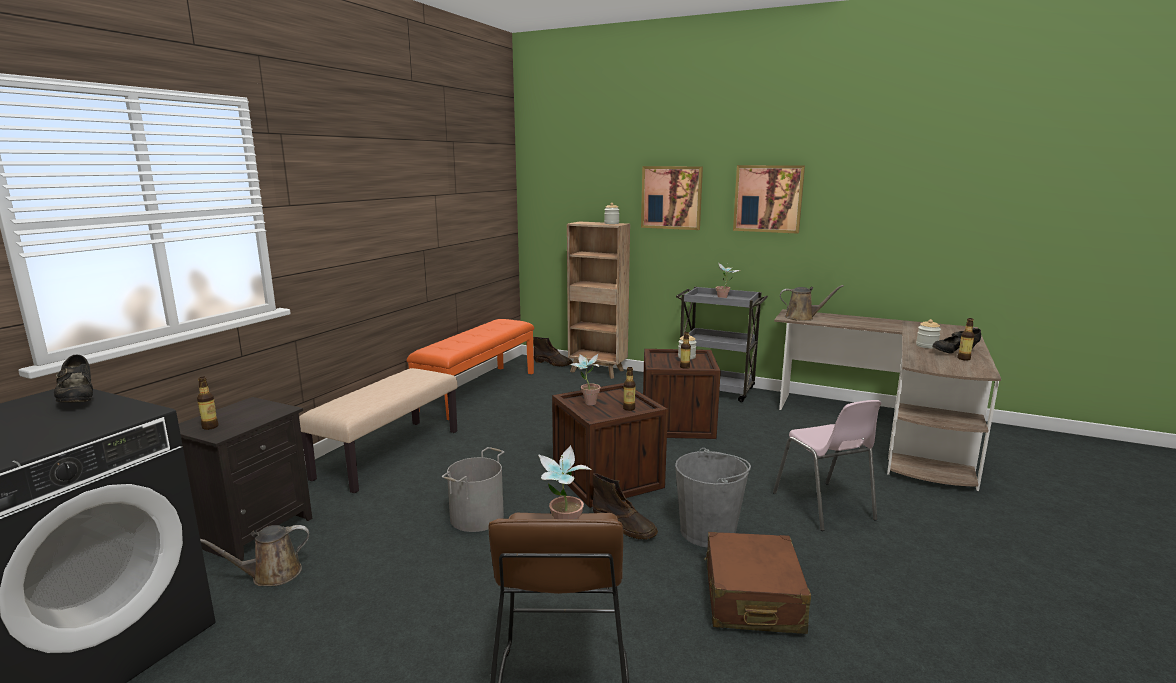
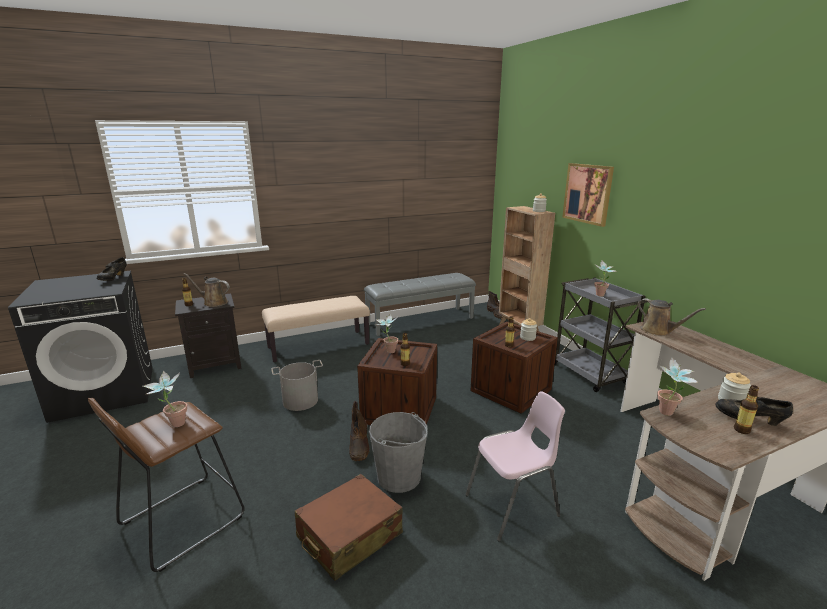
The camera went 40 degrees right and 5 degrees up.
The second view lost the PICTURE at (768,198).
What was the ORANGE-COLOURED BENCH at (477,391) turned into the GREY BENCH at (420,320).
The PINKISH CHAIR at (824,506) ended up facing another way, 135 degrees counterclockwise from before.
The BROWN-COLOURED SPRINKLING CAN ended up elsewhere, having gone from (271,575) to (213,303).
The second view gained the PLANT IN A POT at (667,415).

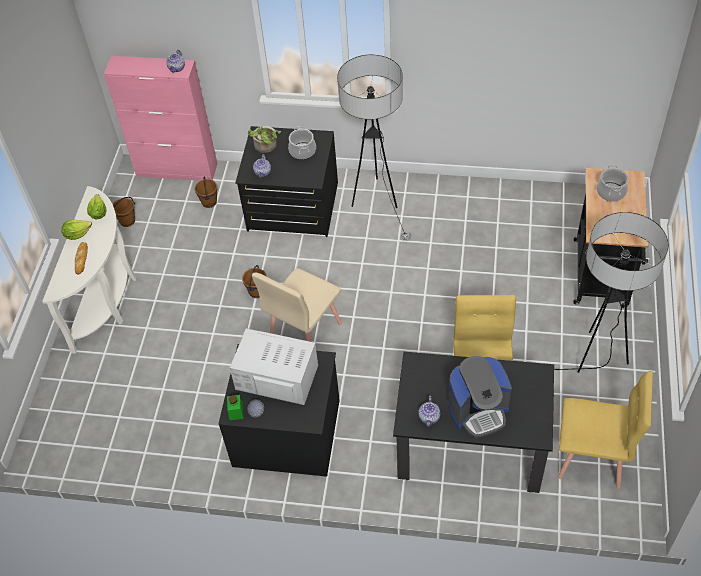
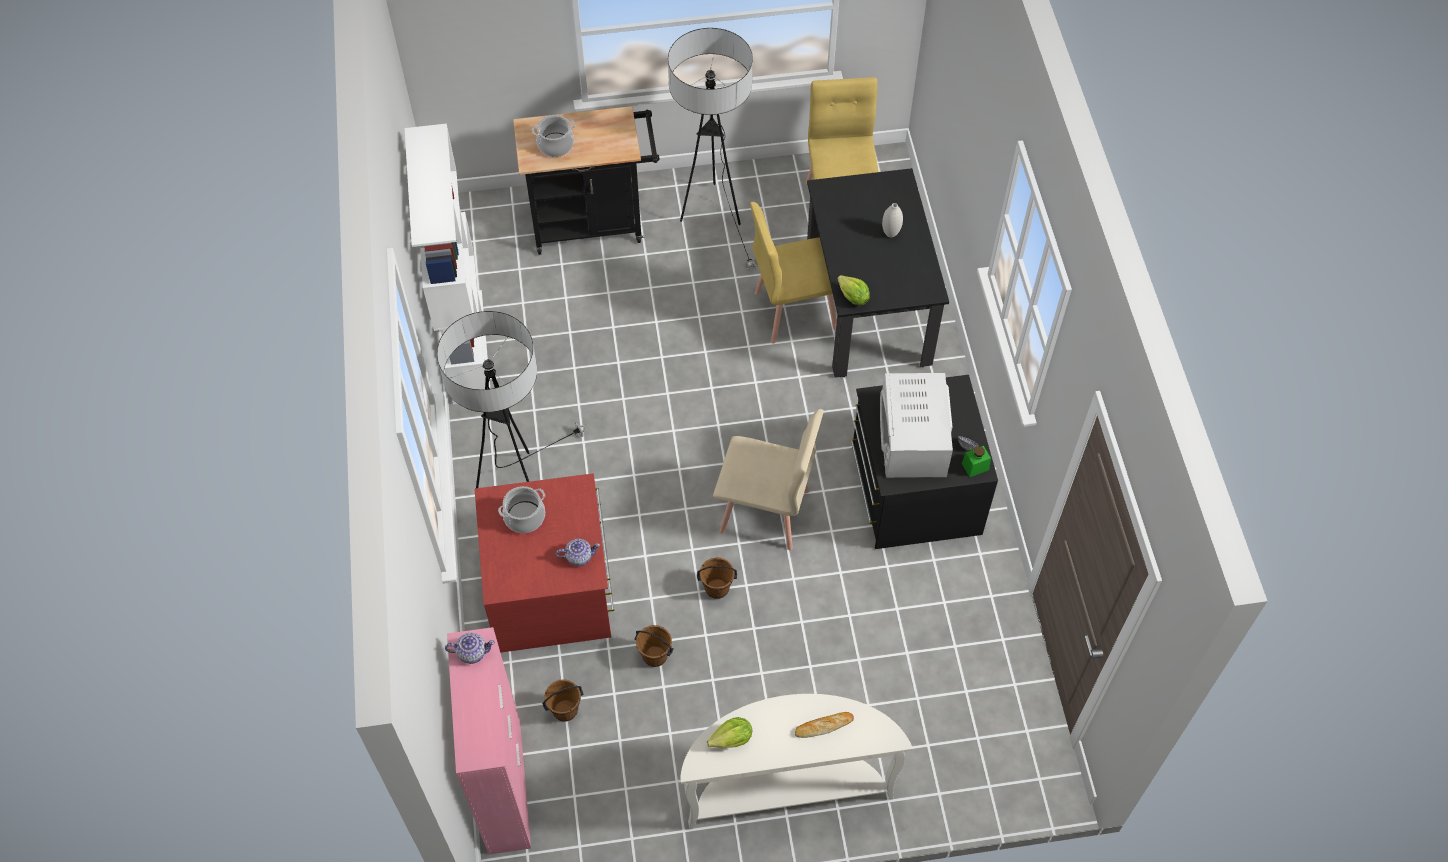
The camera went 110 degrees left and 5 degrees up.
What was the BLACK CHEST OF DRAWERS at (292,207) turned into the REDDISH CHEST OF DRAWERS at (551,589).
The second view lost the PLANT IN A POT at (266,147).
The BROWN-COLOURED WATER BUCKET ended up elsewhere, having gone from (127,221) to (654,656).
The LETTUCE HEAD ended up elsewhere, having gone from (77,234) to (853,298).
Where the COFFEE MAKER stood at (478,411), the WHITE FLOWER VASE came to stand at (890,233).
The second view lost the TEAPOT at (429,417).
The second view gained the WHITE BOOKSHELF at (466,346).

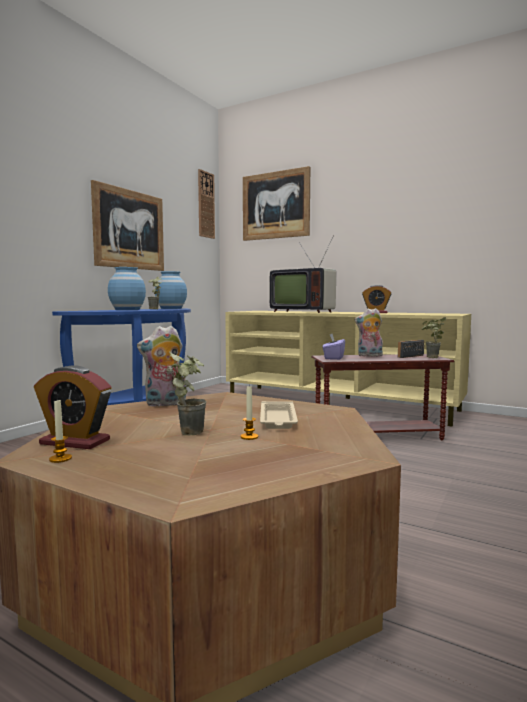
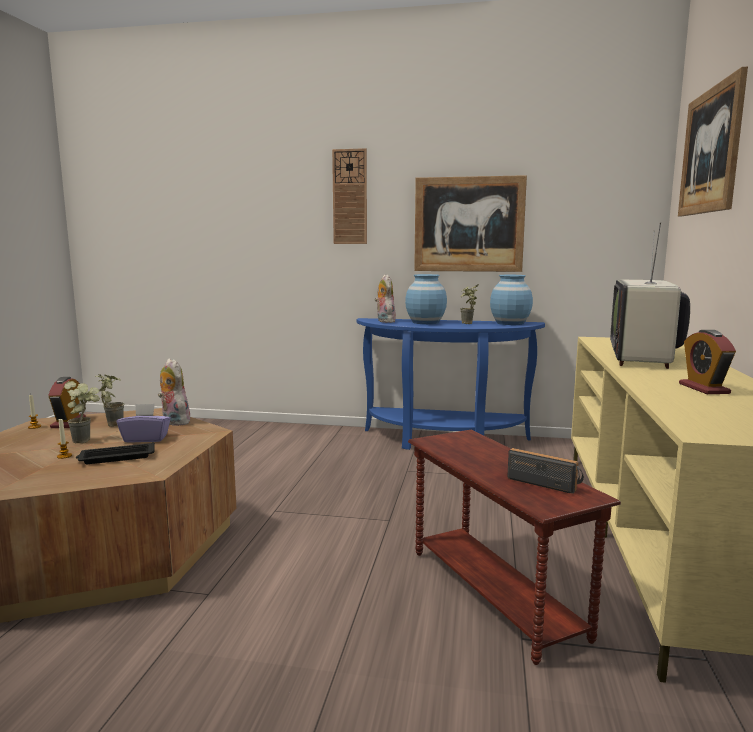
The camera went 70 degrees right and 5 degrees up.
The CLOCK ON THE WALL ended up elsewhere, having gone from (206,205) to (350,197).
The PLUSH TOY ended up elsewhere, having gone from (369,356) to (384,321).
The PLANT IN A POT ended up elsewhere, having gone from (431,357) to (112,424).
The PURPLE-COLOURED BOX OF TISSUES ended up elsewhere, having gone from (333,358) to (146,438).
What was the SAND-COLOURED CARRYING TRAY at (278,419) turned into the BLACK CARRYING TRAY at (116,458).

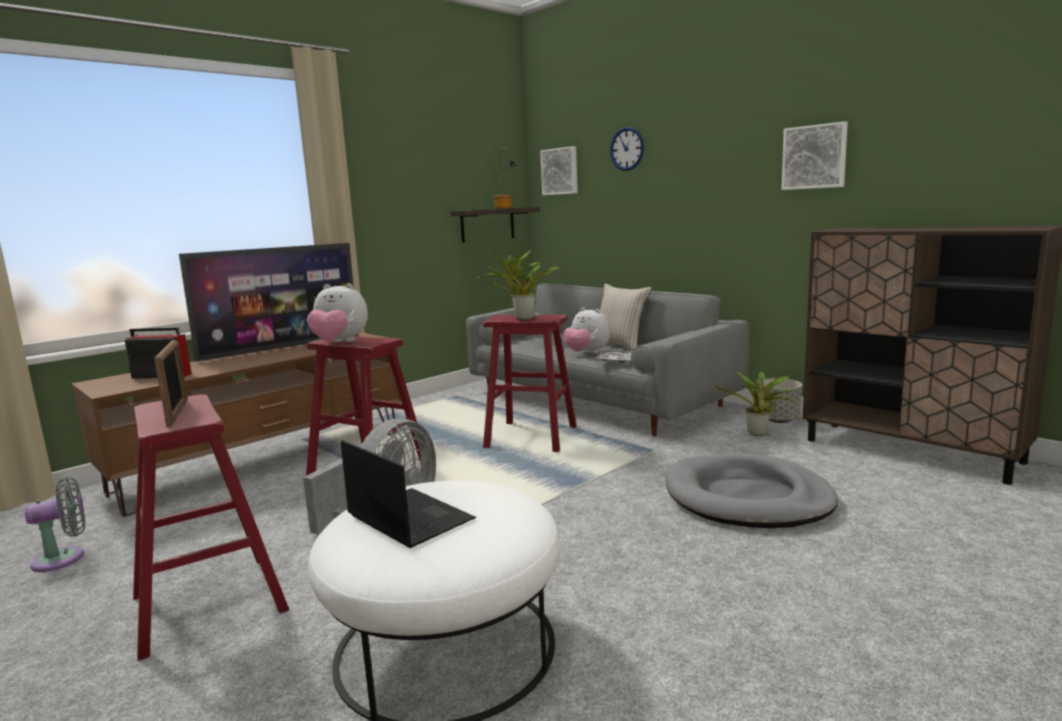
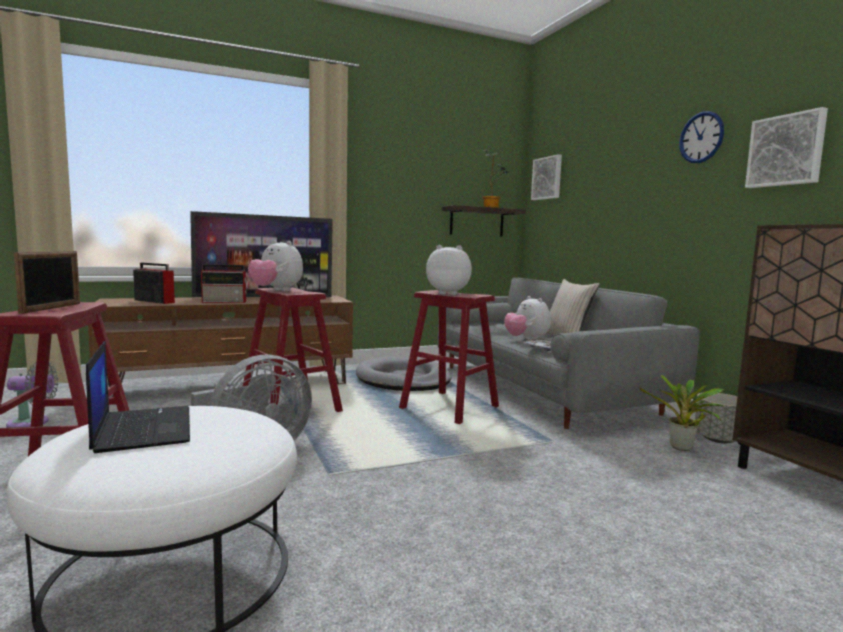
The camera went 20 degrees right and 5 degrees down.
The CLOCK ON THE WALL ended up elsewhere, having gone from (627,149) to (701,137).
Where the PLANT IN A POT stood at (522,318), the PLUSH TOY came to stand at (449,293).
The GREY DOG CUSHION ended up elsewhere, having gone from (747,498) to (403,380).
The second view gained the RADIO RECEIVER at (225,302).

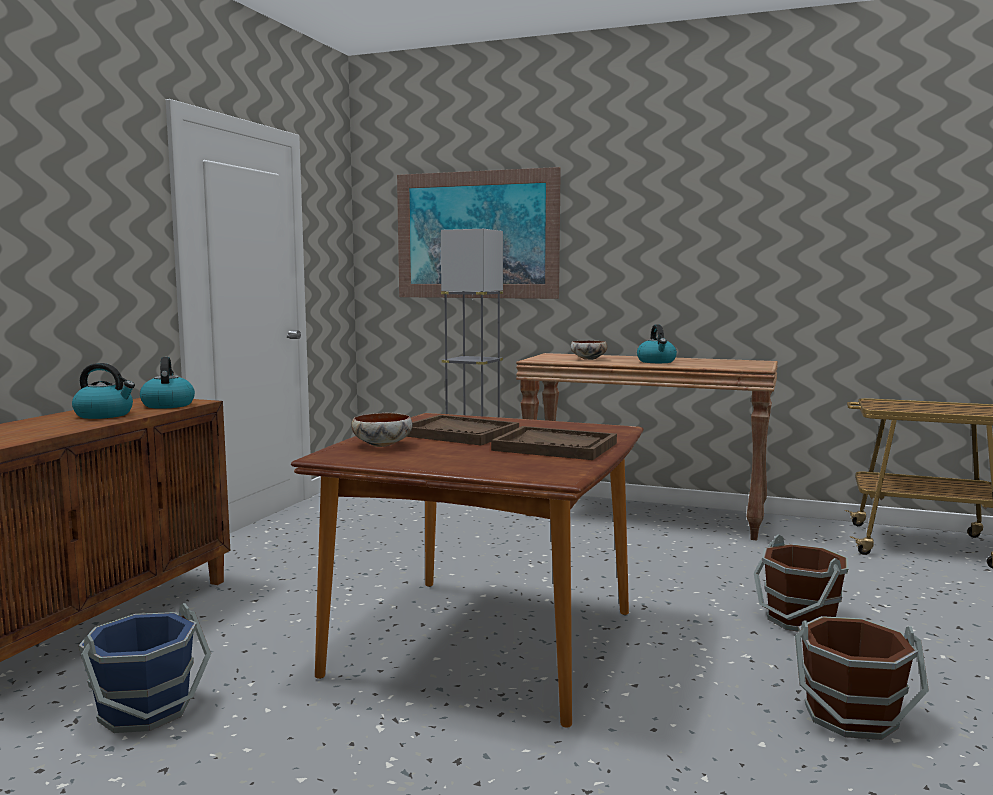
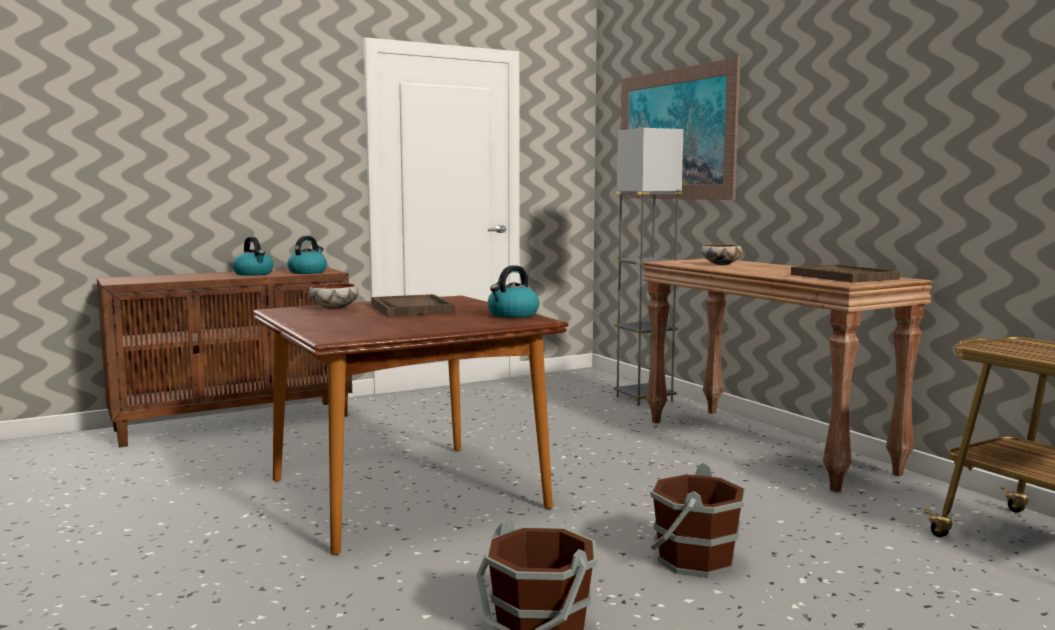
The camera went 40 degrees right and 0 degrees up.
The WATER KETTLE ended up elsewhere, having gone from (656,361) to (512,315).
The BROWN-COLOURED CARRYING TRAY ended up elsewhere, having gone from (555,447) to (844,277).
The second view lost the BLUE-COLOURED WATER BUCKET at (146,710).

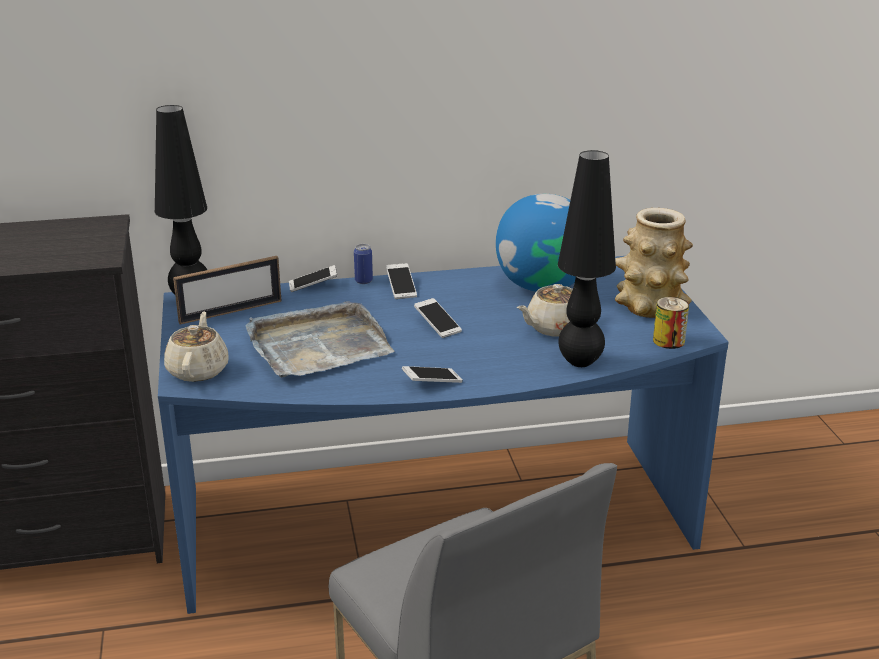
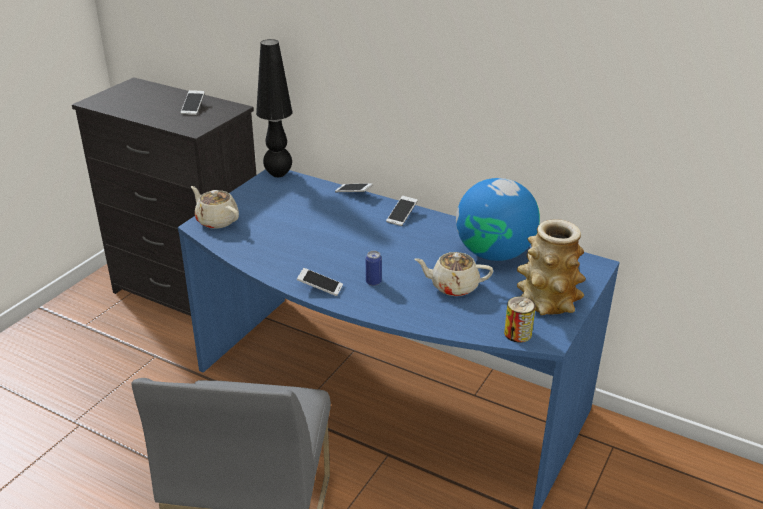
The camera went 40 degrees right and 5 degrees up.
The second view lost the BLACK TABLE LAMP at (580,362).
The CAN ended up elsewhere, having gone from (363,281) to (373,282).
The second view lost the PHOTO FRAME at (231,311).
The TELEPHONE ended up elsewhere, having gone from (437,325) to (193,107).
The second view lost the GREY CARRYING TRAY at (317,345).
The SAND-COLOURED TEAPOT at (198,370) ended up facing another way, 90 degrees counterclockwise from before.

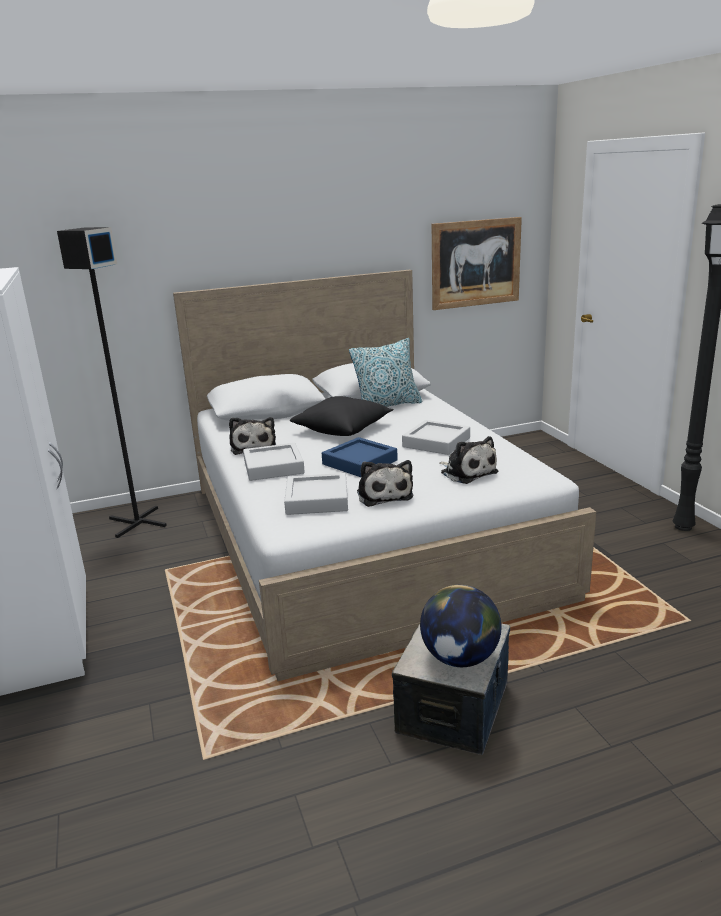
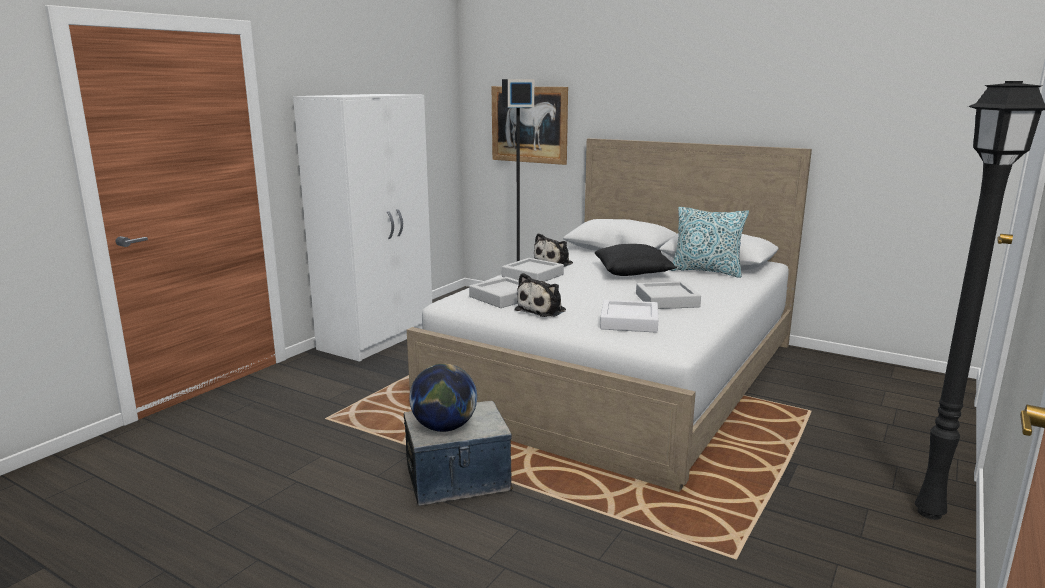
The camera went 50 degrees right and 5 degrees down.
The PICTURE ended up elsewhere, having gone from (476,263) to (529,124).
Where the PLUSH TOY stood at (467,472), the WHITE CARRYING TRAY came to stand at (629,322).
The second view lost the BLUE-COLOURED CARRYING TRAY at (360,462).

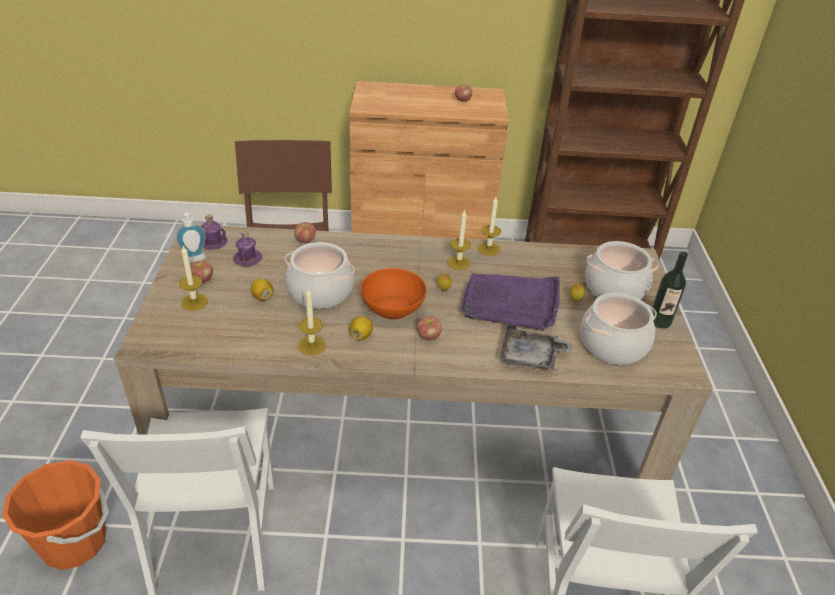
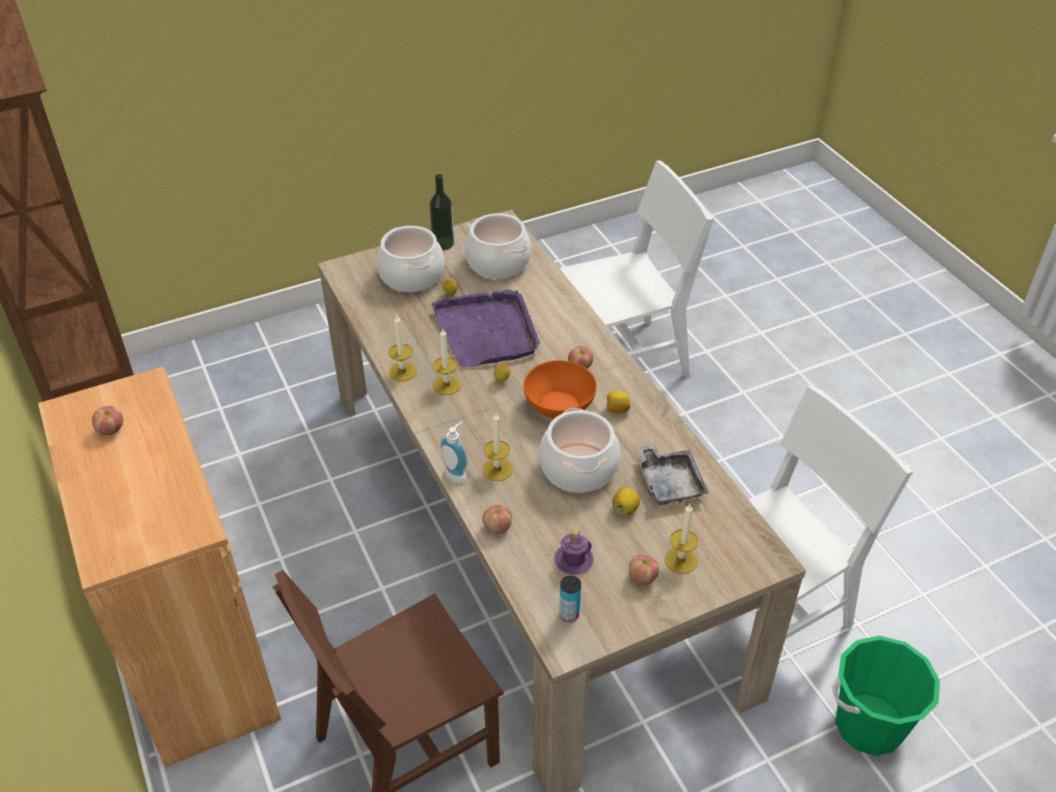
The camera went 115 degrees left and 5 degrees up.
The SOAP BOTTLE ended up elsewhere, having gone from (195,260) to (457,474).
Where the PURPLE-COLOURED MUG stood at (213,243), the CAN came to stand at (569,614).
The WAX CANDLE ended up elsewhere, having gone from (312,345) to (497,469).
The GREY CARRYING TRAY ended up elsewhere, having gone from (531,357) to (669,483).
What was the ORANGE-COLOURED WATER BUCKET at (74,542) turned into the GREEN WATER BUCKET at (869,724).

